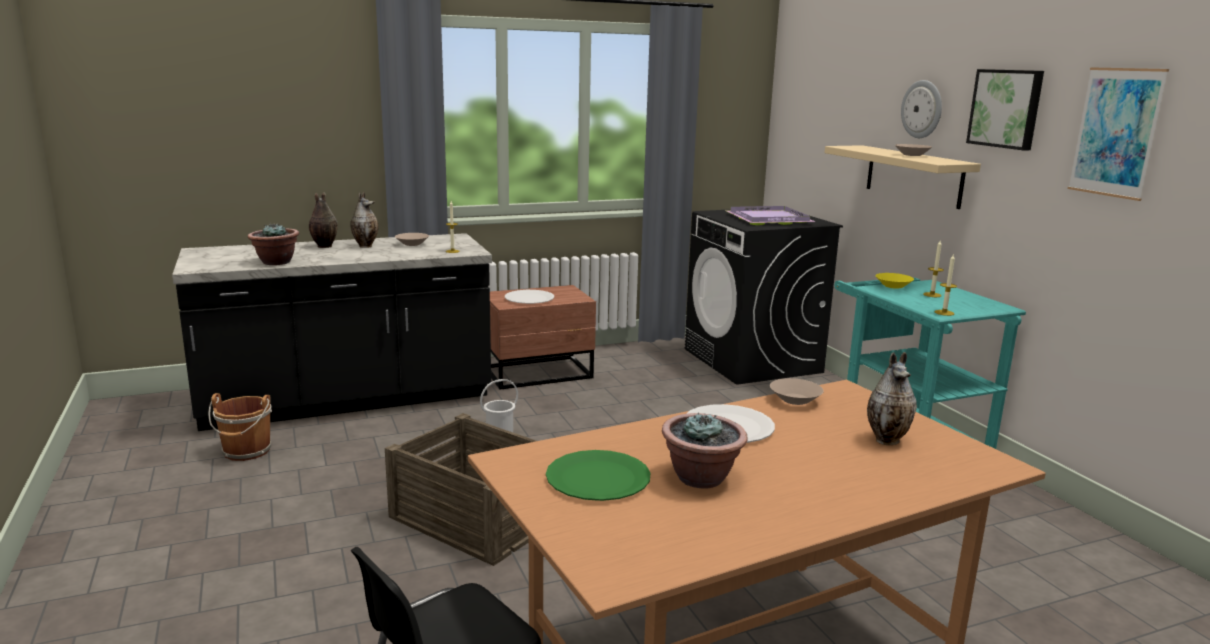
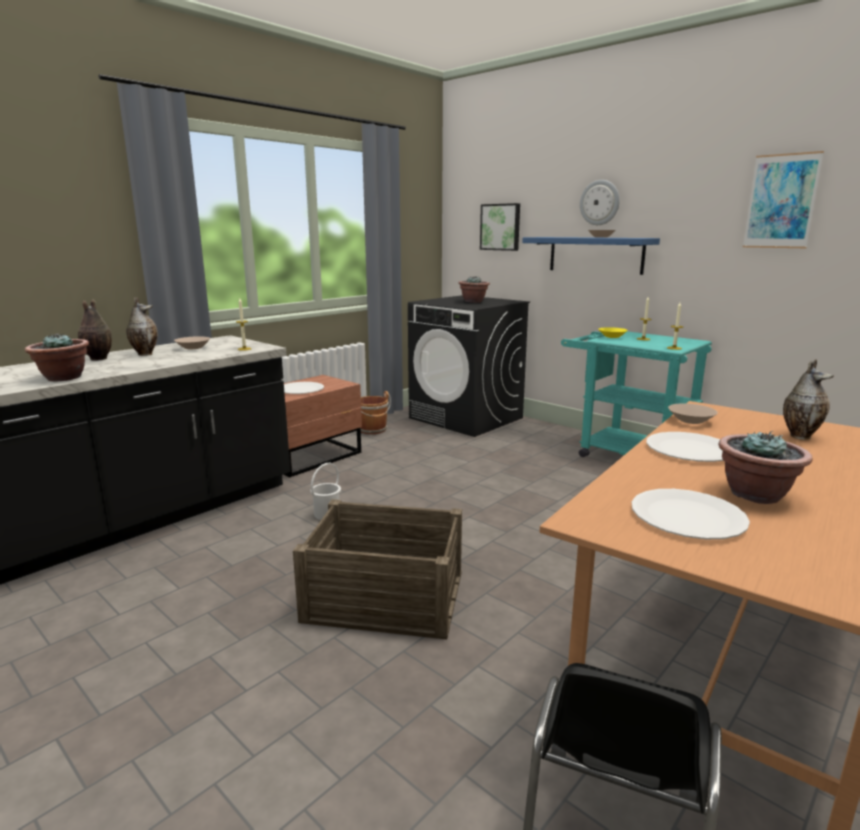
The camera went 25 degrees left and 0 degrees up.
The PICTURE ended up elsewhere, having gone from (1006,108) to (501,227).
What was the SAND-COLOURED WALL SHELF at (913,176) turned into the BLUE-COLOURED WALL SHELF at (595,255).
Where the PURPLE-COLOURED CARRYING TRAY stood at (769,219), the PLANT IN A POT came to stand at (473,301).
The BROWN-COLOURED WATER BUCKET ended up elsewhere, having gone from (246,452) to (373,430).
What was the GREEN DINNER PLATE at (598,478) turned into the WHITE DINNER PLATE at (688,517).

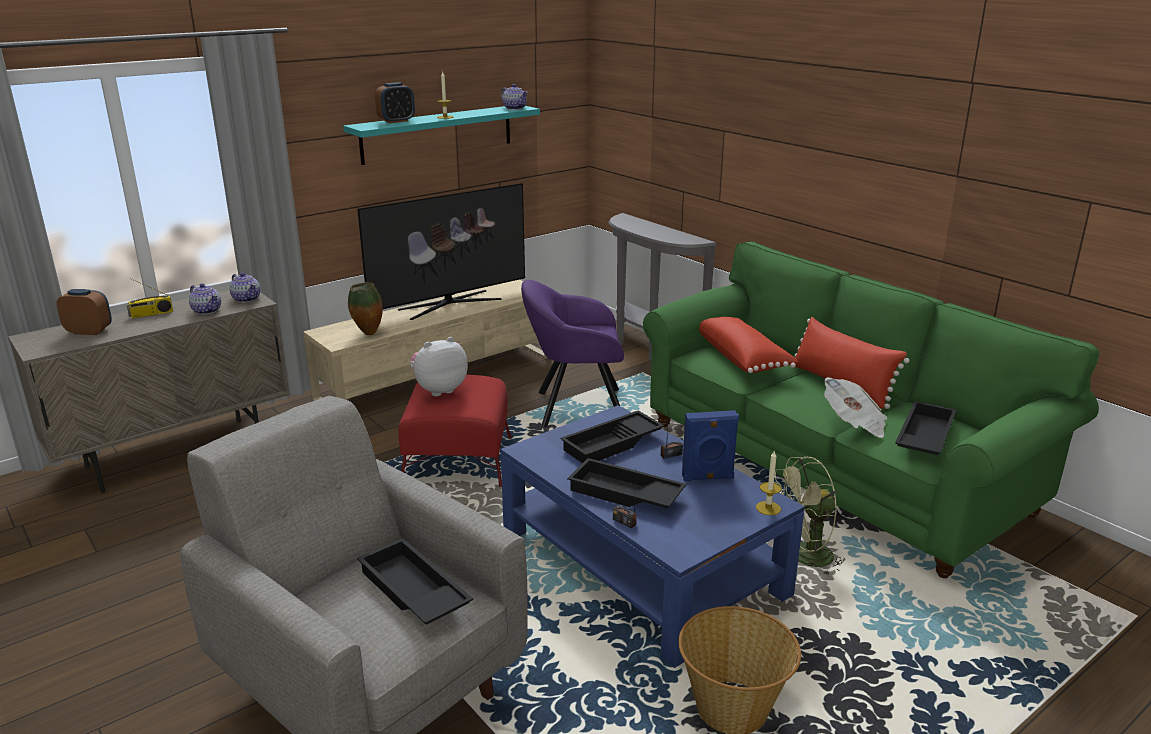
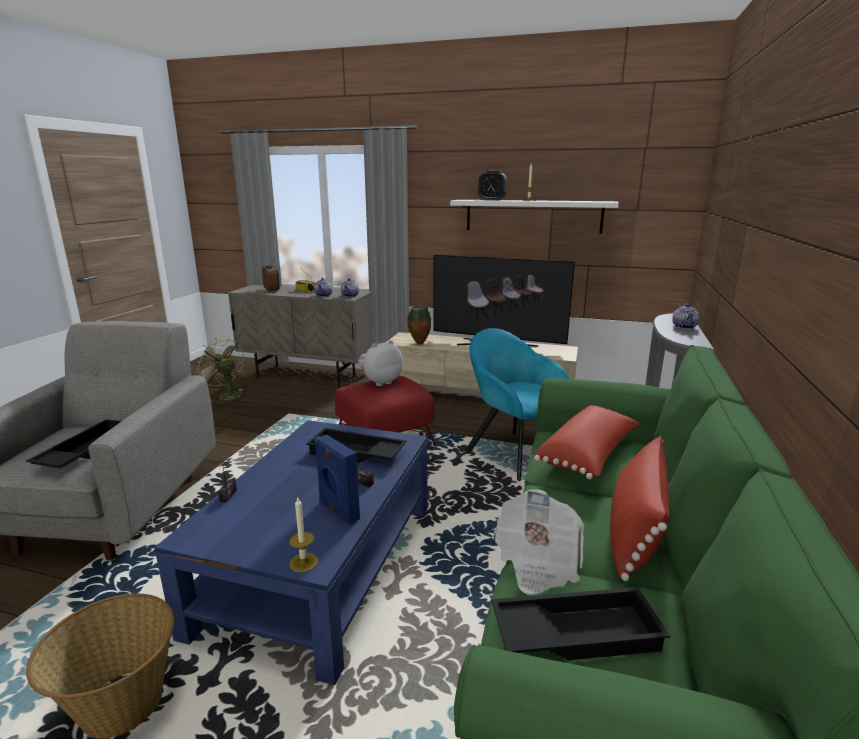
The camera went 55 degrees right and 5 degrees down.
The TEAPOT ended up elsewhere, having gone from (514,108) to (684,326).
What was the BLUE-GREEN WALL SHELF at (437,134) turned into the WHITE WALL SHELF at (533,216).
What was the PURPLE-COLOURED ARMCHAIR at (575,408) turned into the BLUE-GREEN ARMCHAIR at (512,452).
The PLUSH TOY at (439,390) ended up facing another way, 60 degrees counterclockwise from before.
The GREEN FAN ended up elsewhere, having gone from (804,559) to (226,396).
The second view lost the BLACK CARRYING TRAY at (624,494).

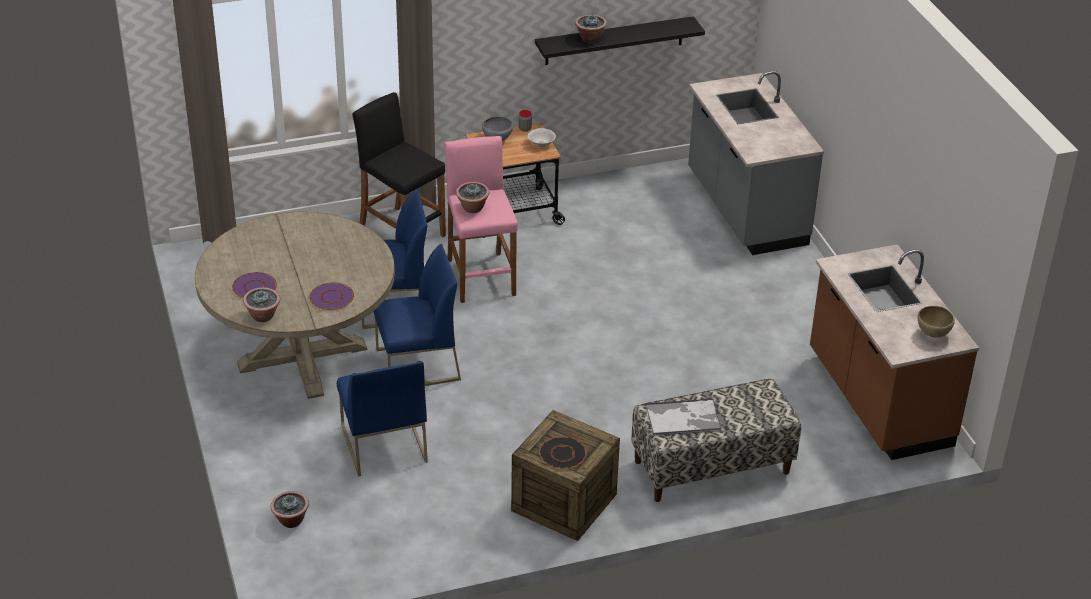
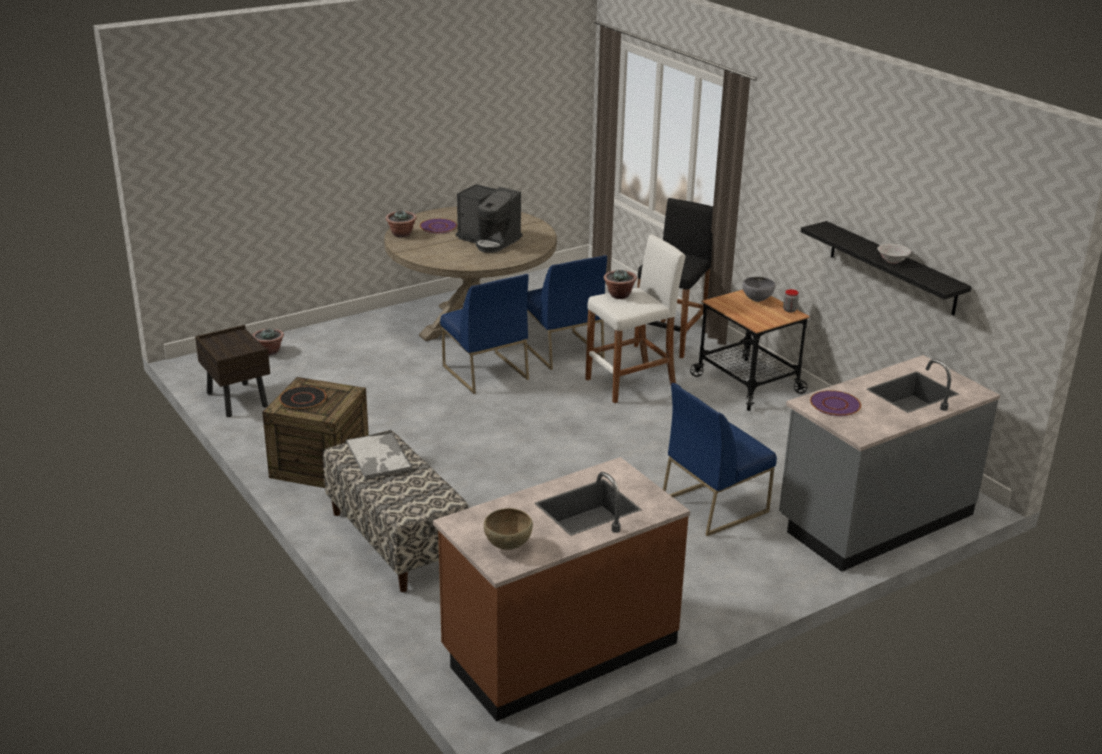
The camera went 75 degrees right and 10 degrees down.
The second view lost the PLANT IN A POT at (590,39).
The WHITE DEEP DISH ended up elsewhere, having gone from (541,144) to (892,261).
What was the PINKISH STOOL SEAT at (481,277) turned into the WHITE STOOL SEAT at (631,383).
The PURPLE-COLOURED DINNER PLATE ended up elsewhere, having gone from (331,297) to (834,404).
The BLUE-COLOURED CHAIR ended up elsewhere, having gone from (383,443) to (714,505).
The second view gained the COFFEE MAKER at (489,241).
The second view gained the BROWN-COLOURED NIGHT TABLE at (236,400).

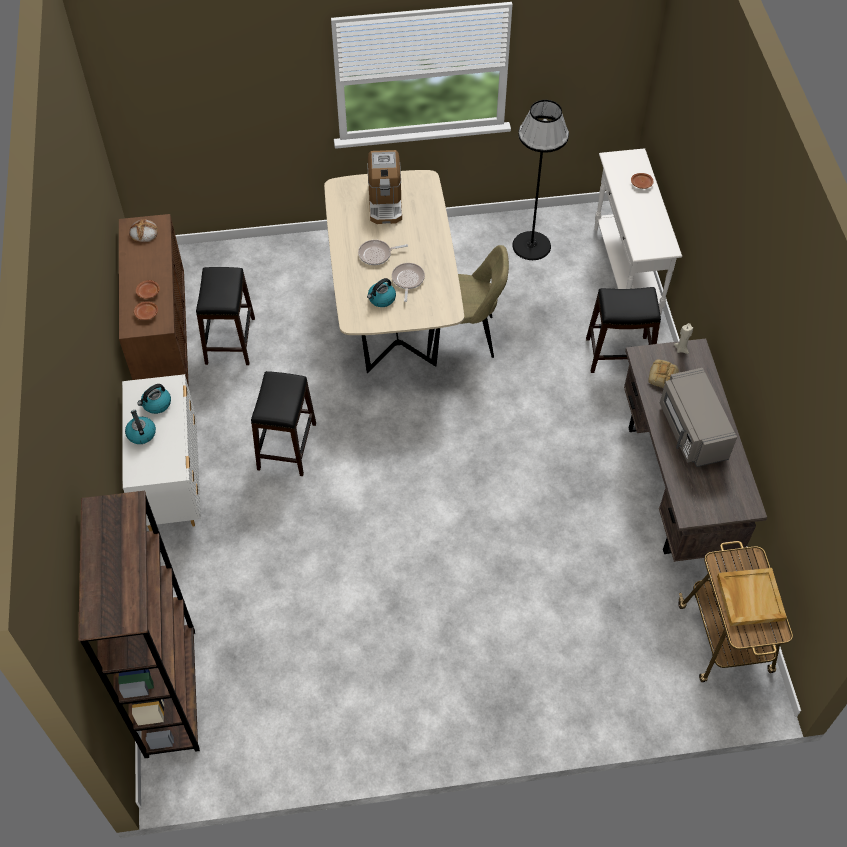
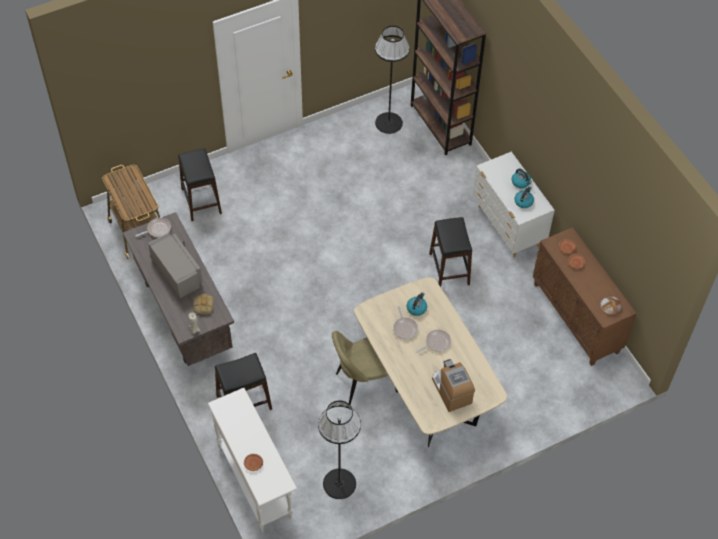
The camera went 160 degrees right and 0 degrees up.
The BLACK STOOL SEAT ended up elsewhere, having gone from (229,341) to (201,201).
The second view lost the SAND-COLOURED CARRYING TRAY at (749,597).
The second view gained the BLACK STANDING LAMP at (389,123).
The second view gained the PAN at (157,229).

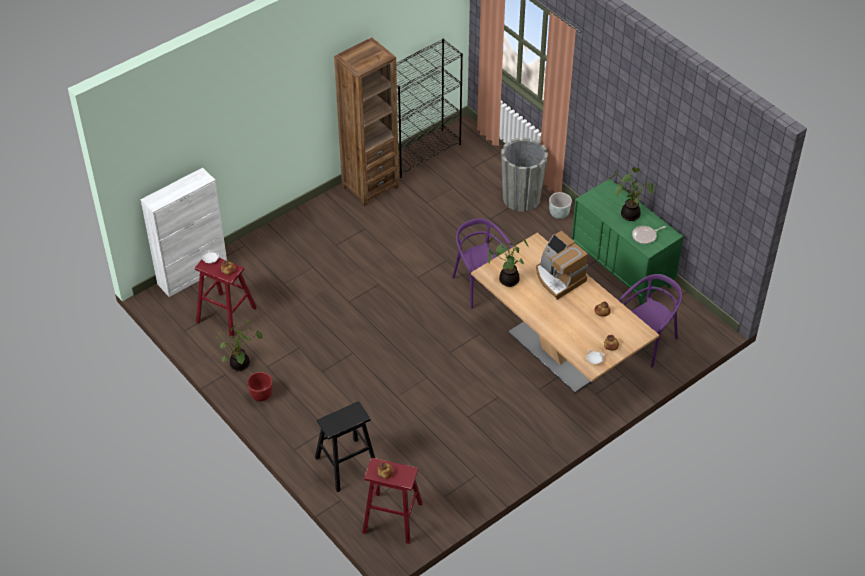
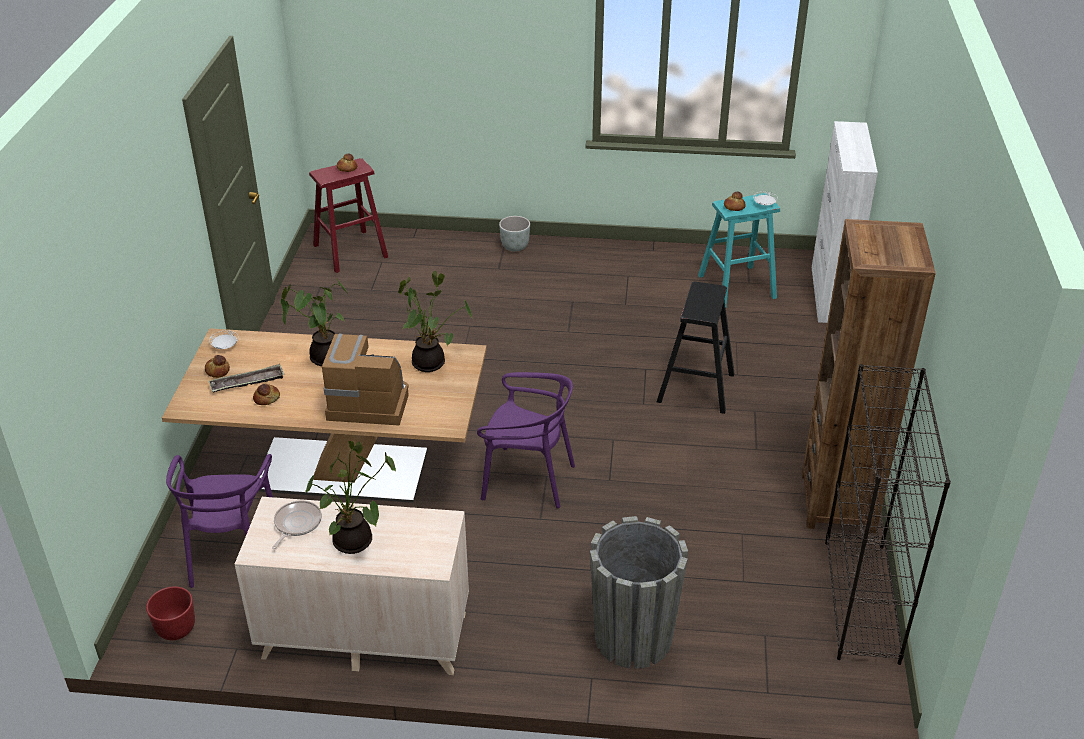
The camera went 135 degrees right and 10 degrees down.
What was the GREEN CHEST OF DRAWERS at (622,268) turned into the SAND-COLOURED CHEST OF DRAWERS at (364,635).
The GREY PLANT POT ended up elsewhere, having gone from (559,214) to (515,247).
What was the REDDISH STOOL SEAT at (226,315) turned into the BLUE-GREEN STOOL SEAT at (736,286).
The PLANT IN A POT ended up elsewhere, having gone from (241,365) to (323,357).
The REDDISH PLANT POT ended up elsewhere, having gone from (261,395) to (177,629).
The BLACK STOOL SEAT ended up elsewhere, having gone from (347,465) to (696,388).
The second view gained the CARRYING TRAY at (247,382).

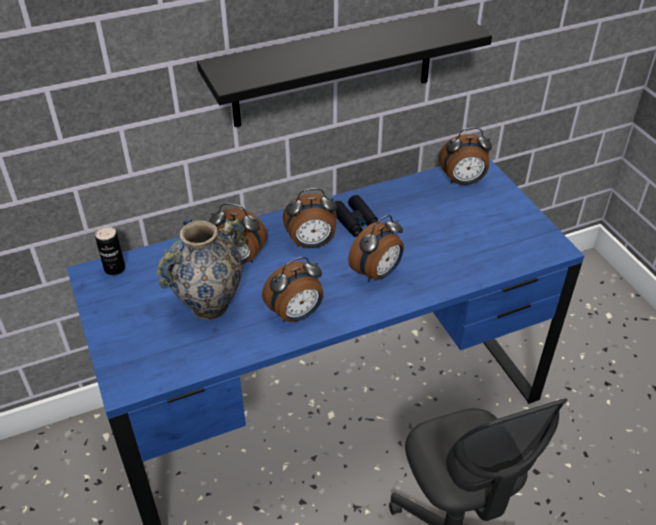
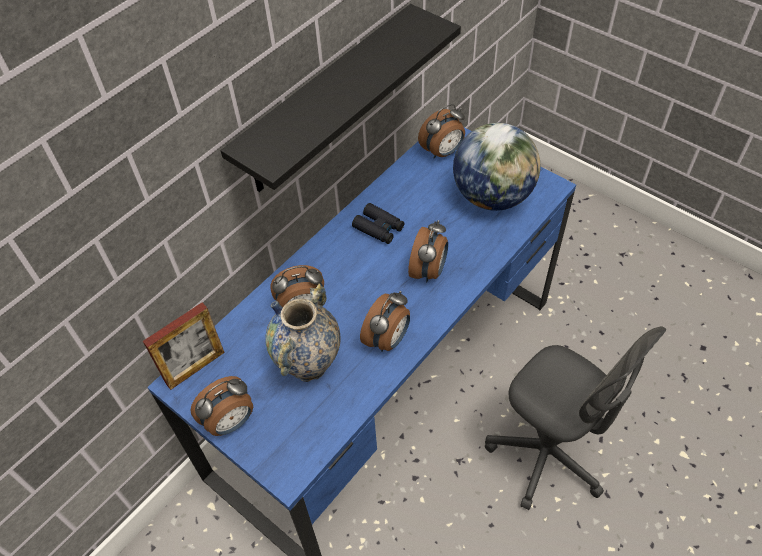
The camera went 25 degrees left and 10 degrees up.
The BEDSIDE CLOCK ended up elsewhere, having gone from (311,243) to (230,422).
Where the CAN stood at (115,269), the PHOTO FRAME came to stand at (195,368).
The second view gained the DESK GLOBE at (492,196).

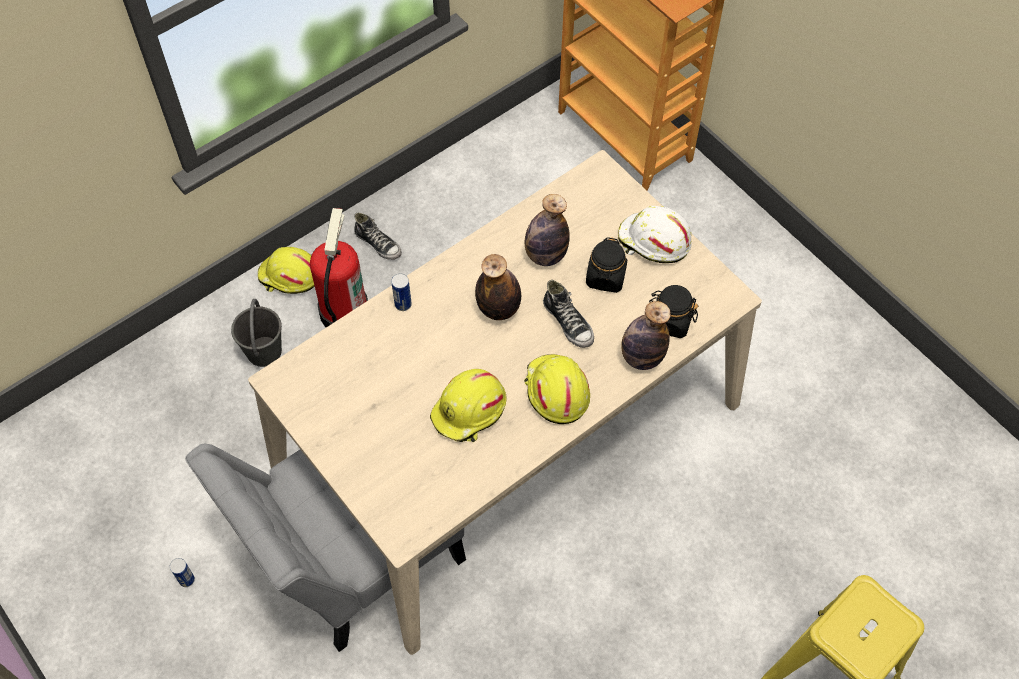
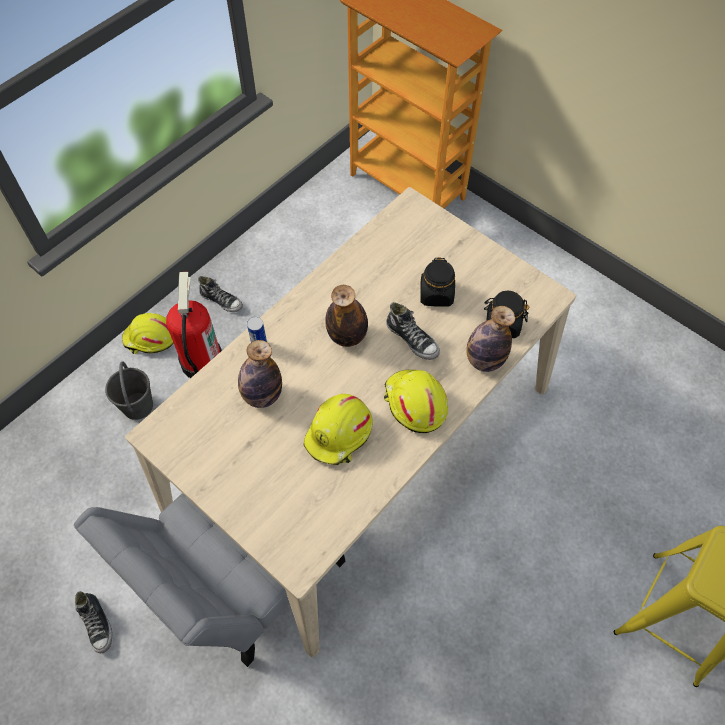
The camera went 10 degrees left and 0 degrees up.
The BOTTLE ended up elsewhere, having gone from (545,255) to (262,395).
The second view lost the WHITE SAFETY HELMET at (653,242).
Where the CAN stood at (187,580), the ITEM OF FOOTWEAR came to stand at (97,624).

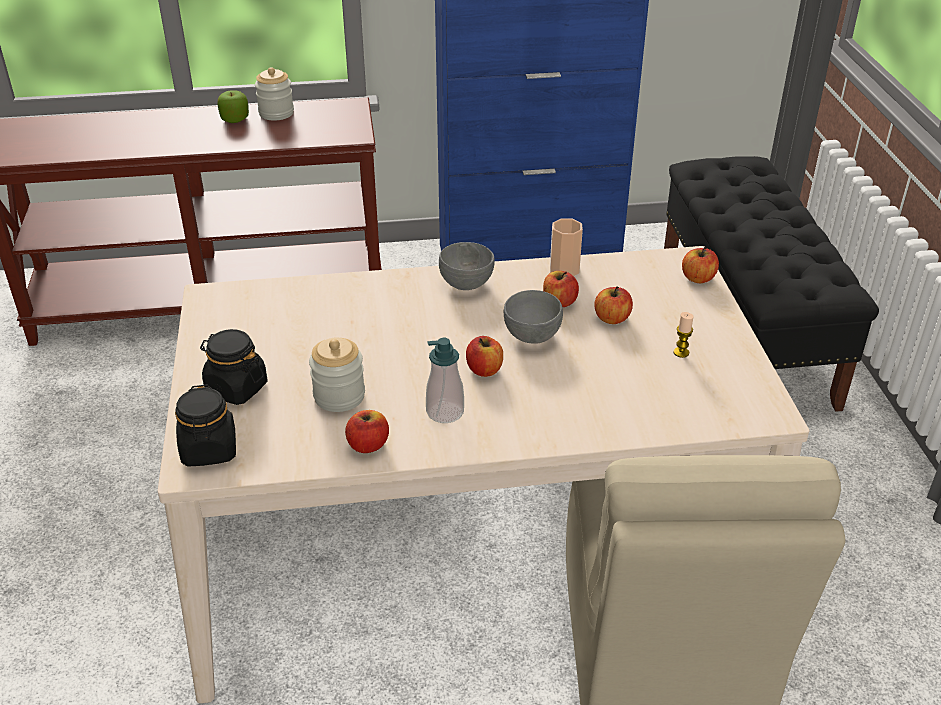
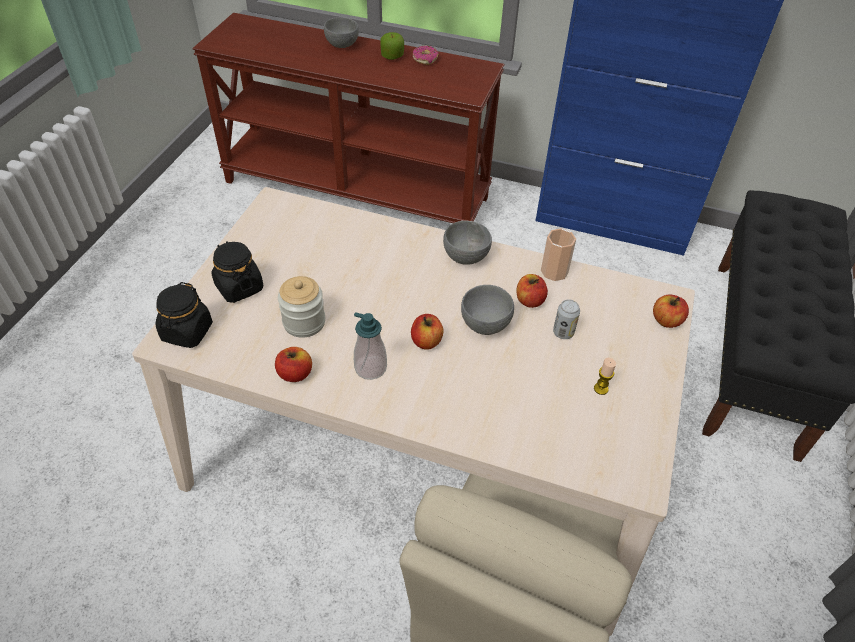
The camera went 25 degrees right and 10 degrees up.
Where the JAR stood at (276,113), the RING DOUGHNUT came to stand at (425,59).
Where the WHOLE APPLE stood at (612,318), the CAN came to stand at (563,332).
The second view gained the GREY DEEP DISH at (342,45).

